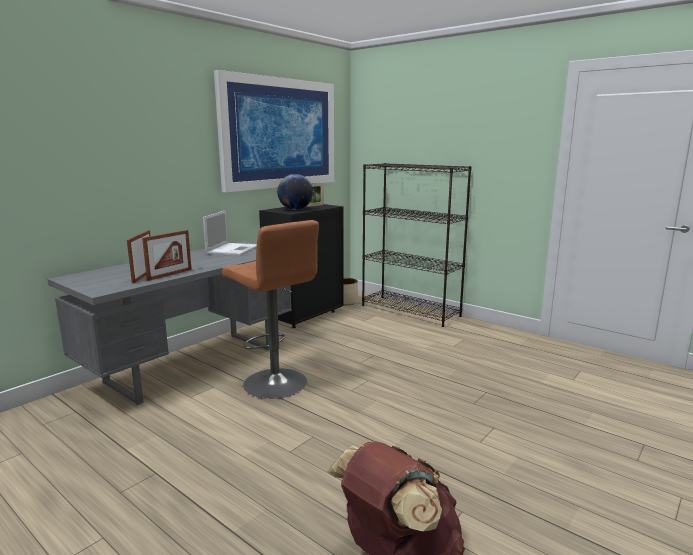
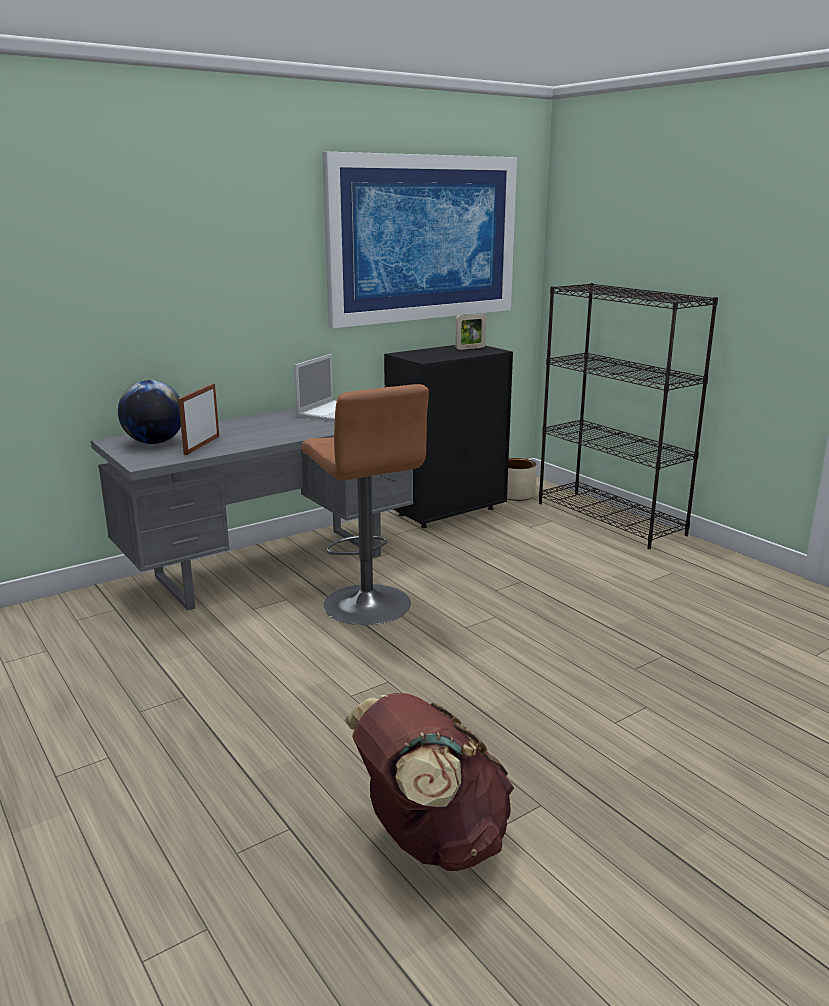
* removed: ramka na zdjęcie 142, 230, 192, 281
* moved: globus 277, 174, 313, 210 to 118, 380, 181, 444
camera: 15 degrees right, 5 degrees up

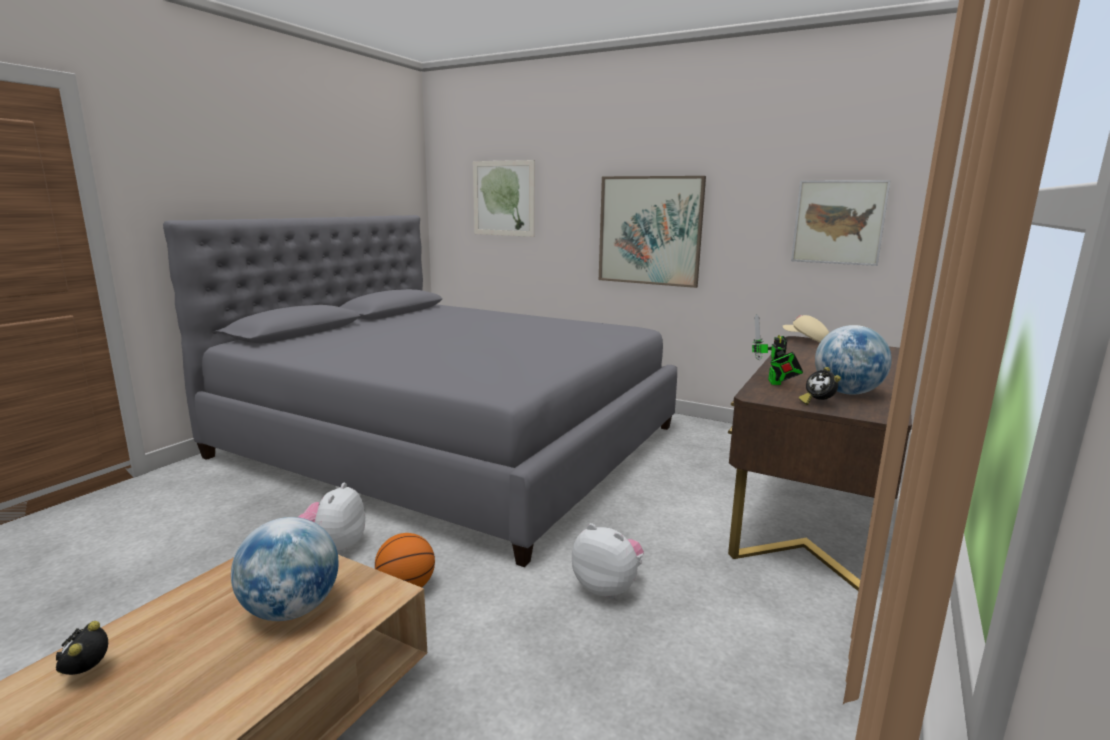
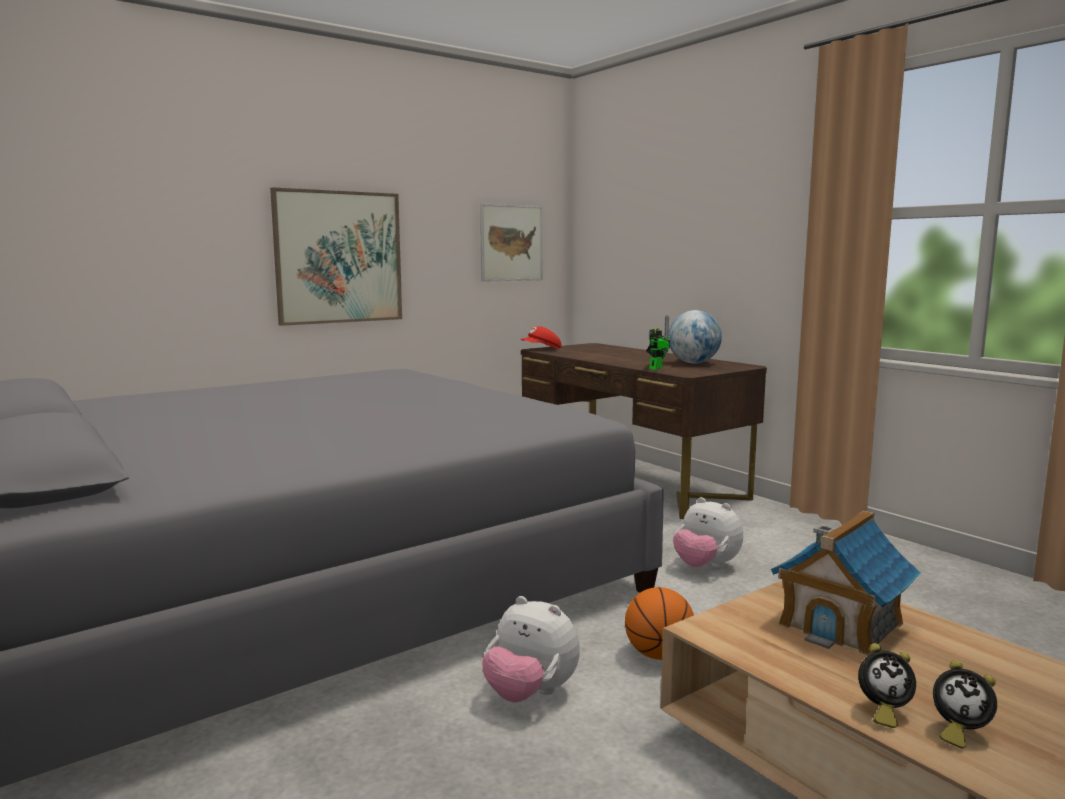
* replaced: globus 231, 517, 339, 621 to domek 771, 510, 921, 656
* removed: obraz 473, 160, 535, 237
* turned: pluszak 572, 523, 644, 599 = 673, 497, 743, 568 105 degrees counterclockwise
* turned: robot zabawkowy 752, 314, 803, 385 = 646, 315, 671, 370 90 degrees counterclockwise
* recoloured: czapka z daszkiem (beżowy) 783, 315, 829, 342 to czapka z daszkiem (czerwony) 521, 327, 561, 349
* moved: budzik 799, 367, 841, 405 to 858, 643, 916, 728
camera: 65 degrees left, 5 degrees down

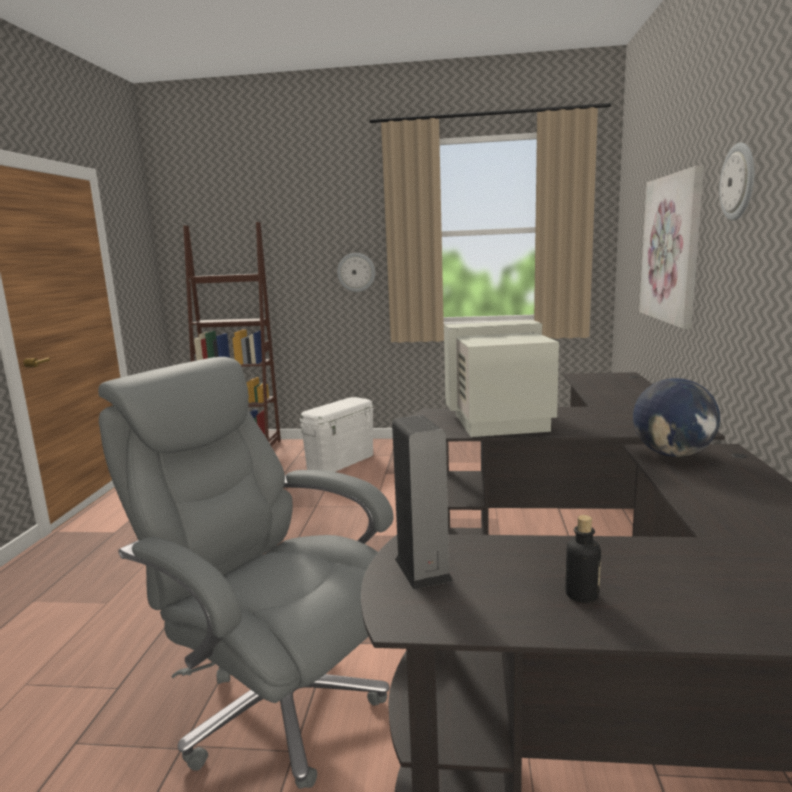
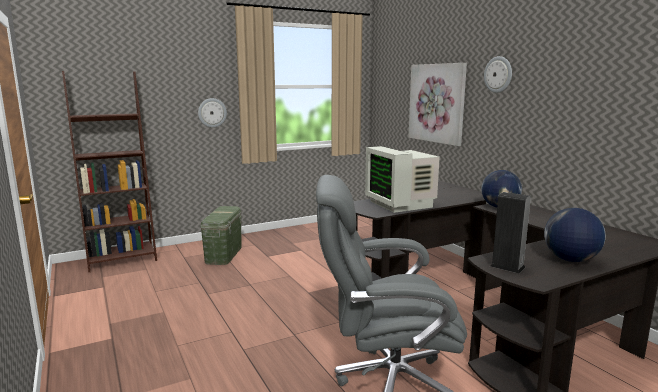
* recoloured: pojemnik do przechowywania (biały) 300, 397, 374, 472 to pojemnik do przechowywania (zielony) 200, 206, 242, 265
* turned: monitor 444, 320, 559, 437 = 365, 146, 440, 213 75 degrees counterclockwise
* replaced: butelka 565, 515, 601, 603 to globus 544, 208, 606, 262
camera: 35 degrees left, 0 degrees up

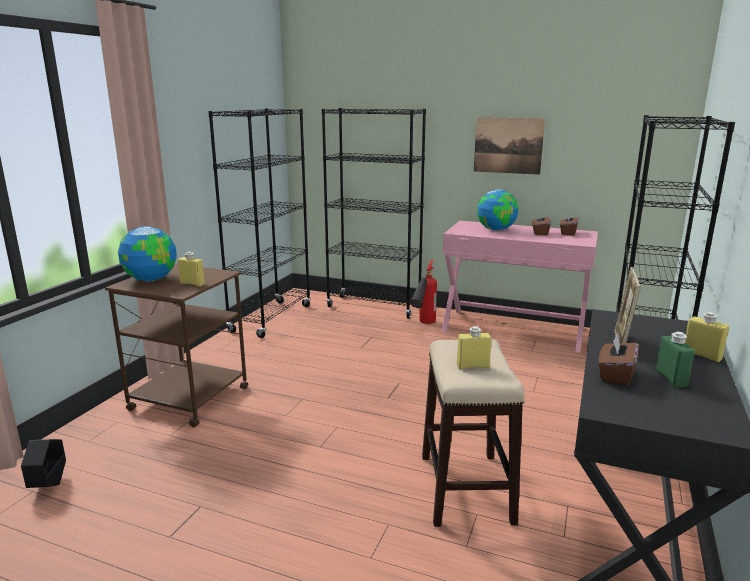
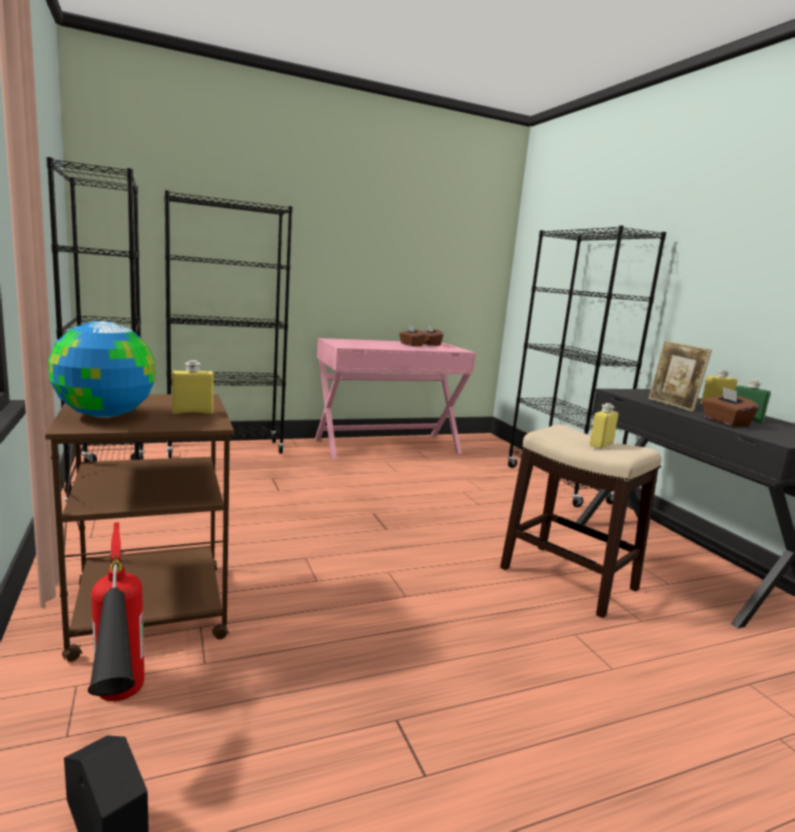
* moved: gaśnica 410, 259, 437, 324 to 88, 522, 144, 701
* removed: obraz 474, 117, 545, 175
* removed: globus 477, 189, 519, 231
camera: 45 degrees left, 5 degrees down

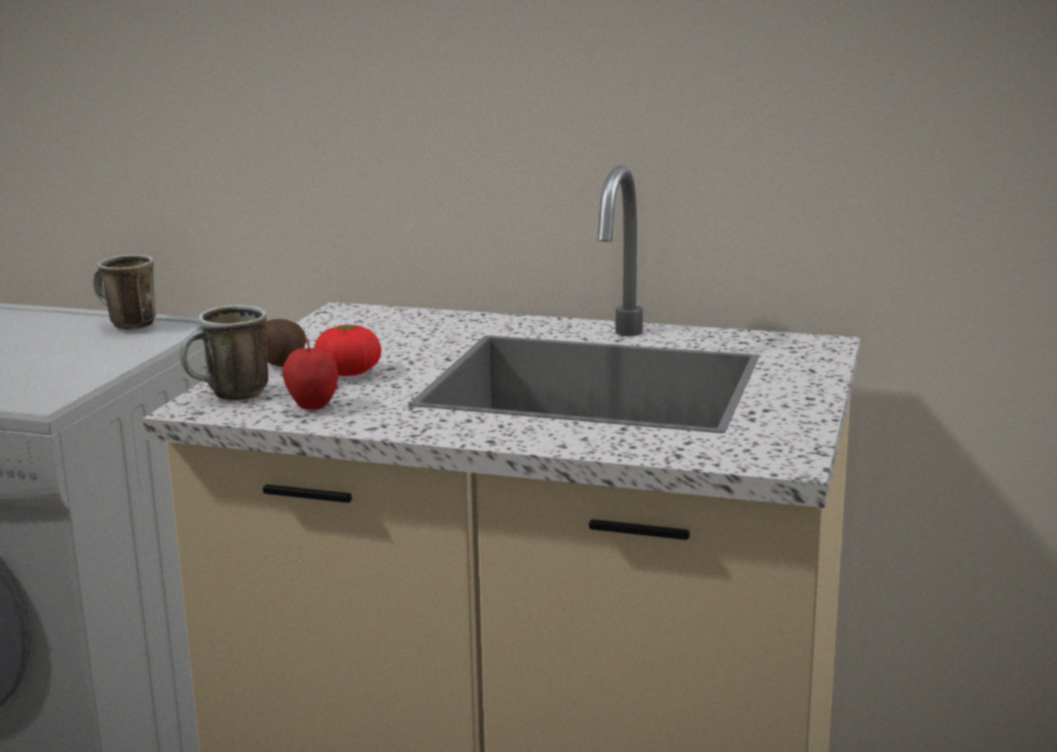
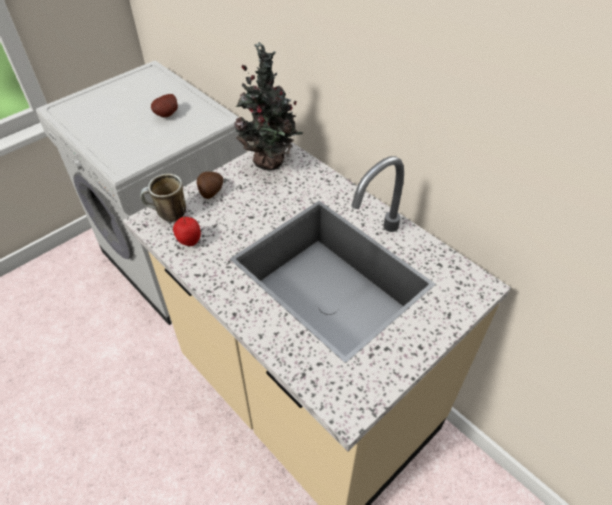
* removed: kubek 93, 255, 156, 330
* removed: pomidor 314, 324, 381, 376
* added: ziemniak 151, 94, 178, 117
* added: roślina doniczkowa 234, 42, 303, 171
camera: 30 degrees right, 30 degrees up

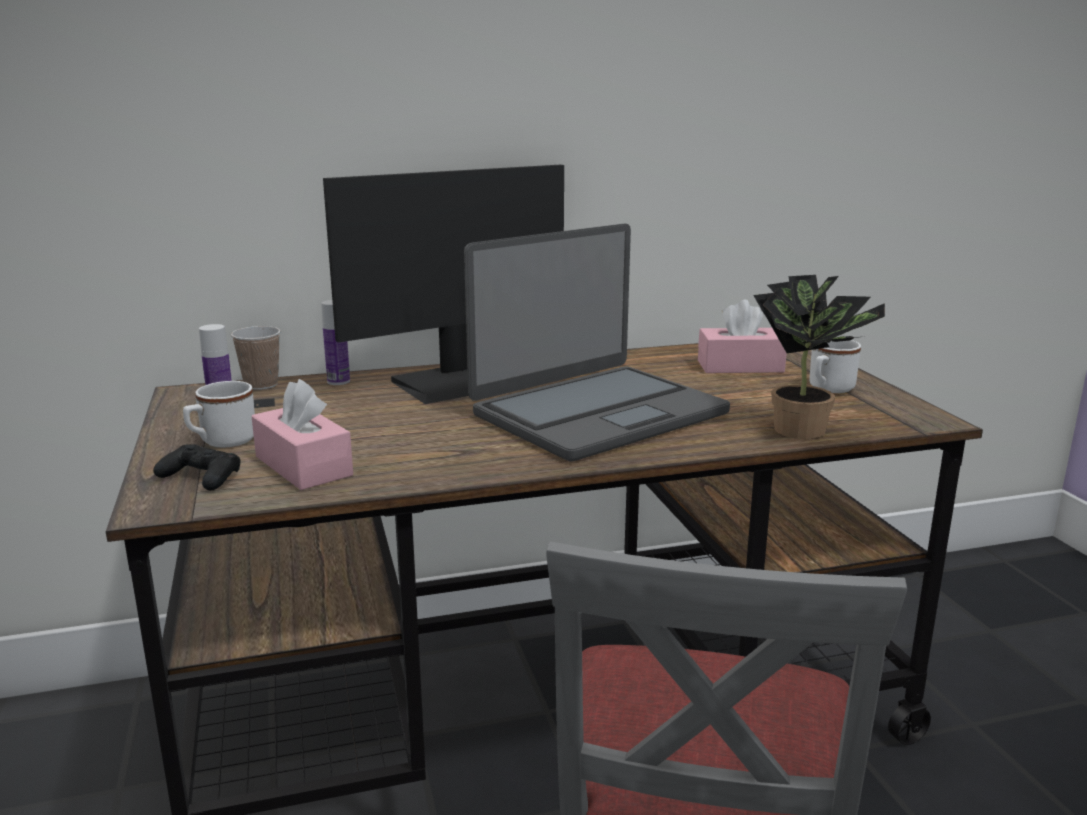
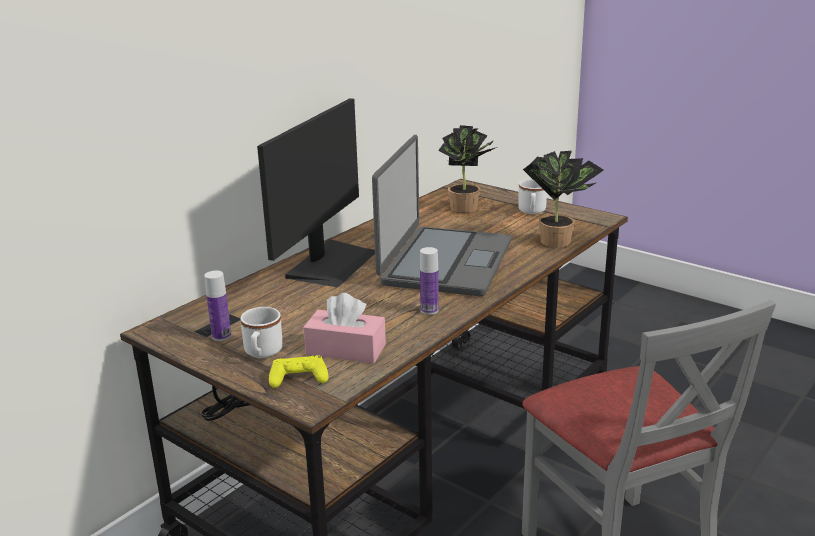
* recoloured: pad do gier (czarny) 153, 444, 240, 490 to pad do gier (żółty) 269, 355, 329, 388
* removed: filiżanka 231, 326, 281, 390
* moved: butelka 321, 300, 350, 385 to 420, 247, 439, 315
* replaced: pudełko chusteczek (różowy) 698, 299, 787, 373 to roślina doniczkowa 438, 125, 497, 213
camera: 35 degrees left, 5 degrees up

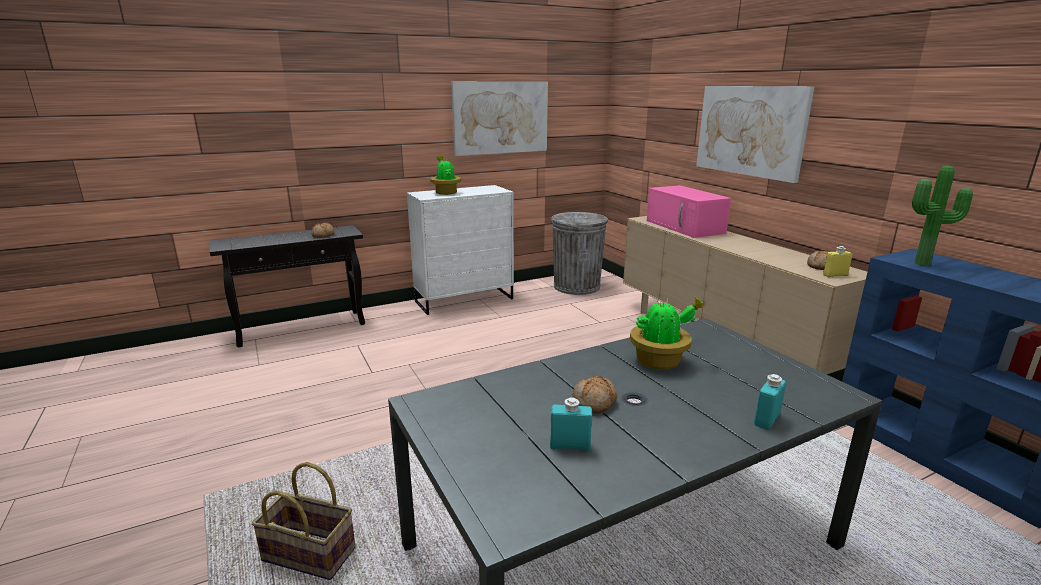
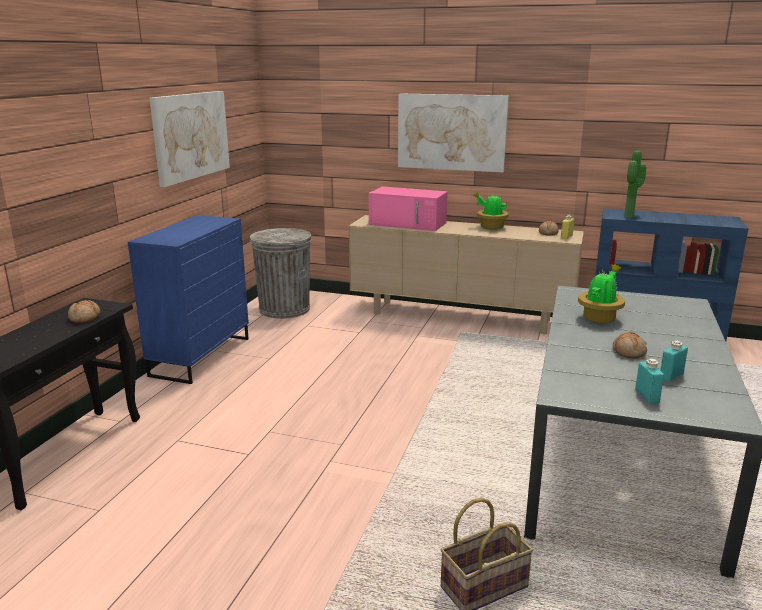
* recoloured: komoda (biały) 407, 185, 514, 315 to komoda (niebieski) 128, 215, 249, 384
* moved: roślina doniczkowa 430, 156, 461, 195 to 472, 192, 509, 230
* moved: butelka (turkusowy) 754, 374, 786, 430 to 635, 359, 664, 404
camera: 45 degrees left, 0 degrees up

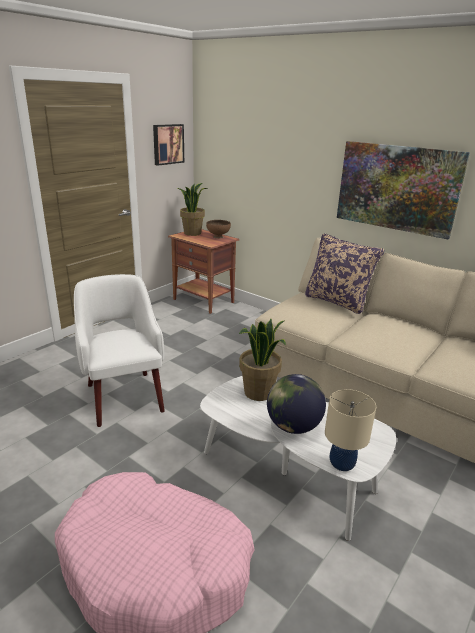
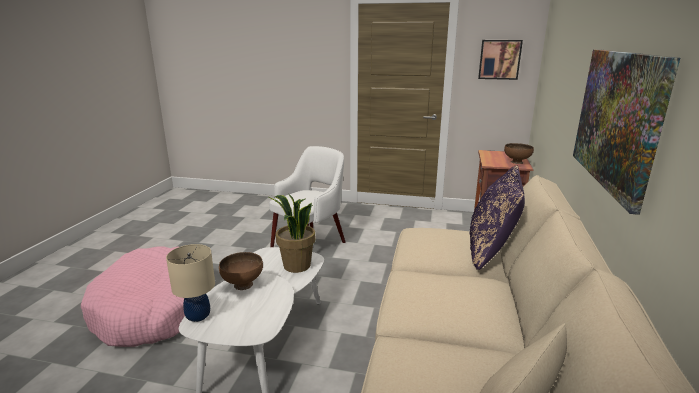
* removed: roślina doniczkowa 178, 183, 207, 236
* replaced: globus 267, 374, 326, 434 to miska (brązowy) 219, 252, 263, 290
camera: 65 degrees right, 5 degrees down

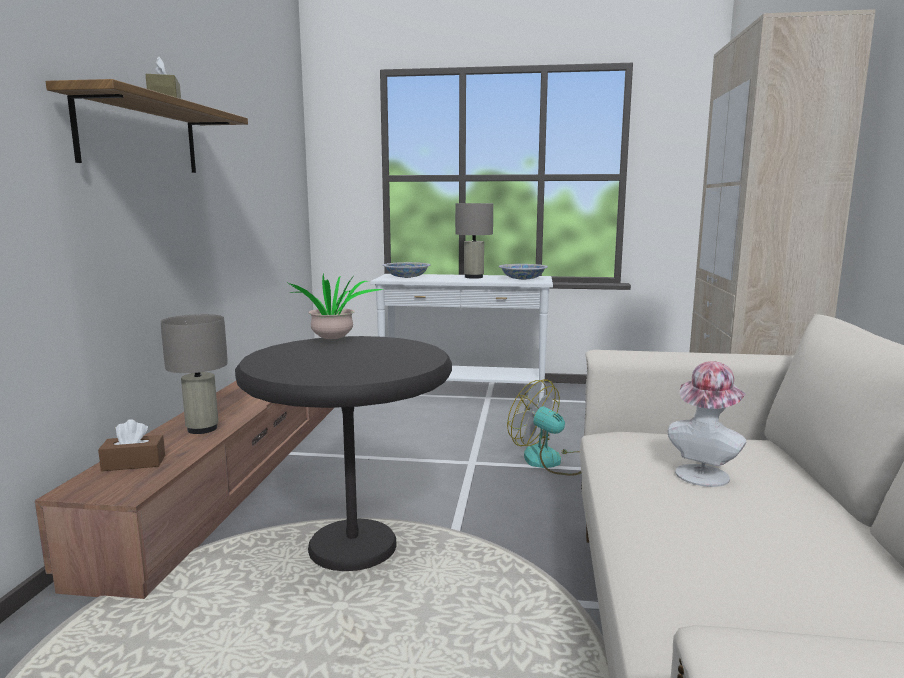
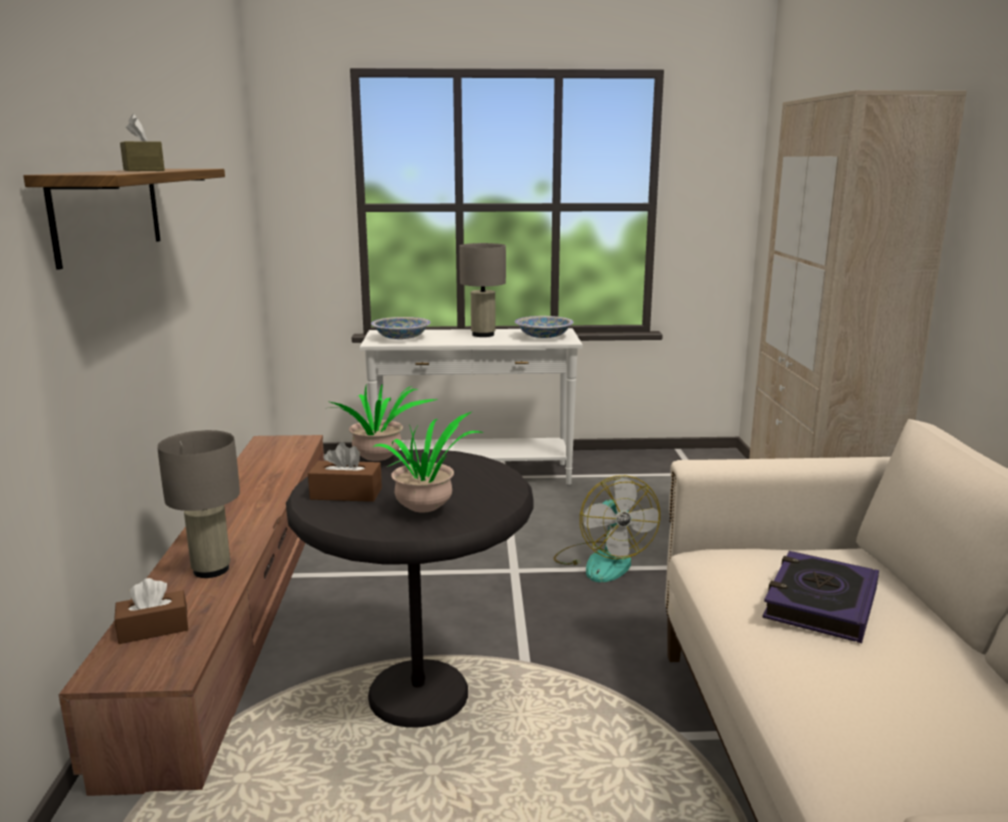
* turned: wentylator 507, 380, 582, 476 = 553, 475, 660, 582 135 degrees counterclockwise
* replaced: kapelusz 668, 361, 747, 487 to książka 762, 551, 879, 643
* added: pudełko chusteczek (brązowy) 308, 442, 382, 502
* added: roślina doniczkowa 373, 411, 484, 512
camera: 10 degrees left, 5 degrees up

